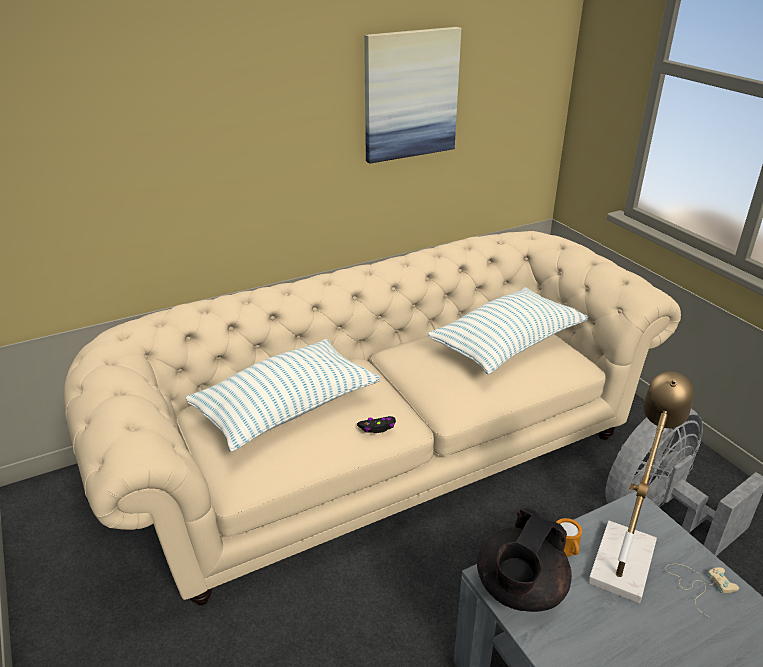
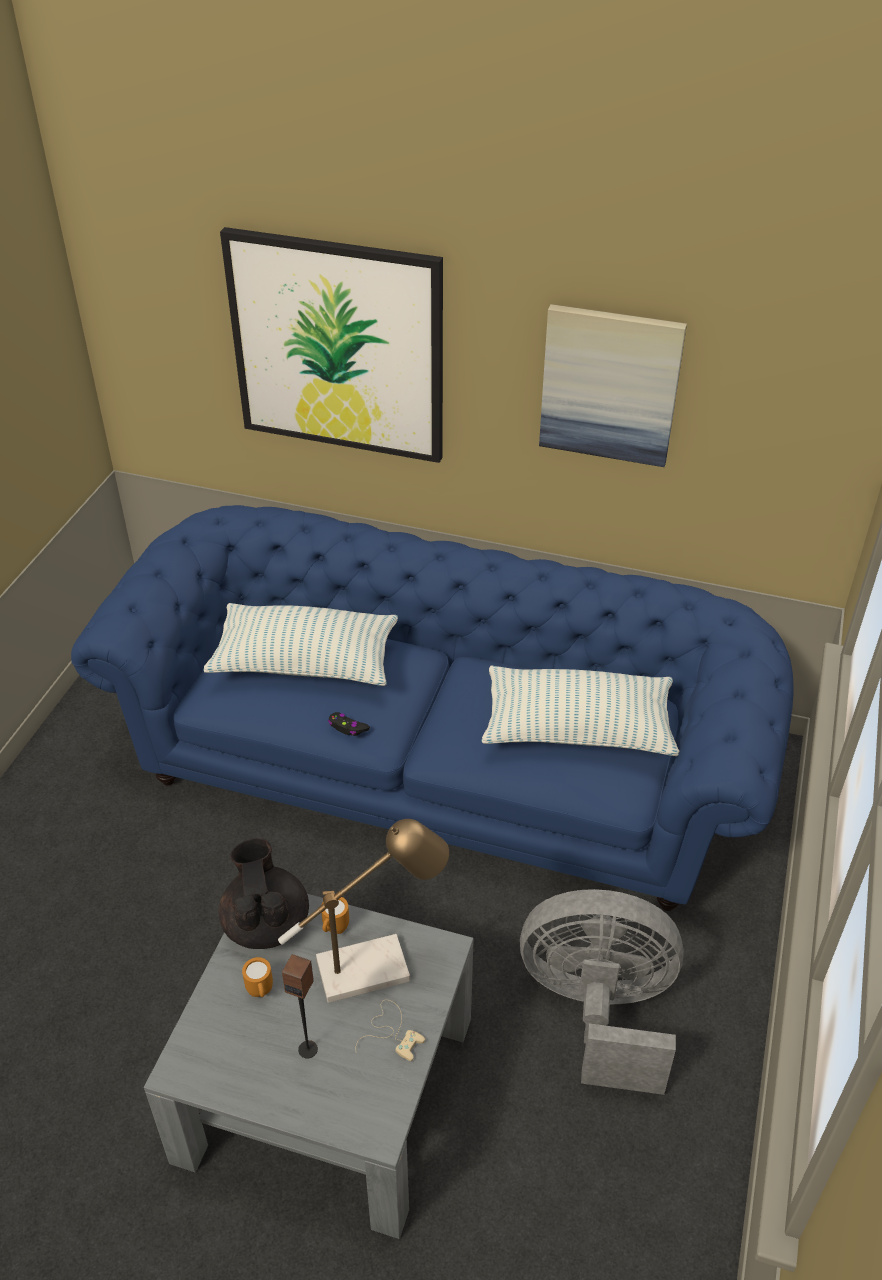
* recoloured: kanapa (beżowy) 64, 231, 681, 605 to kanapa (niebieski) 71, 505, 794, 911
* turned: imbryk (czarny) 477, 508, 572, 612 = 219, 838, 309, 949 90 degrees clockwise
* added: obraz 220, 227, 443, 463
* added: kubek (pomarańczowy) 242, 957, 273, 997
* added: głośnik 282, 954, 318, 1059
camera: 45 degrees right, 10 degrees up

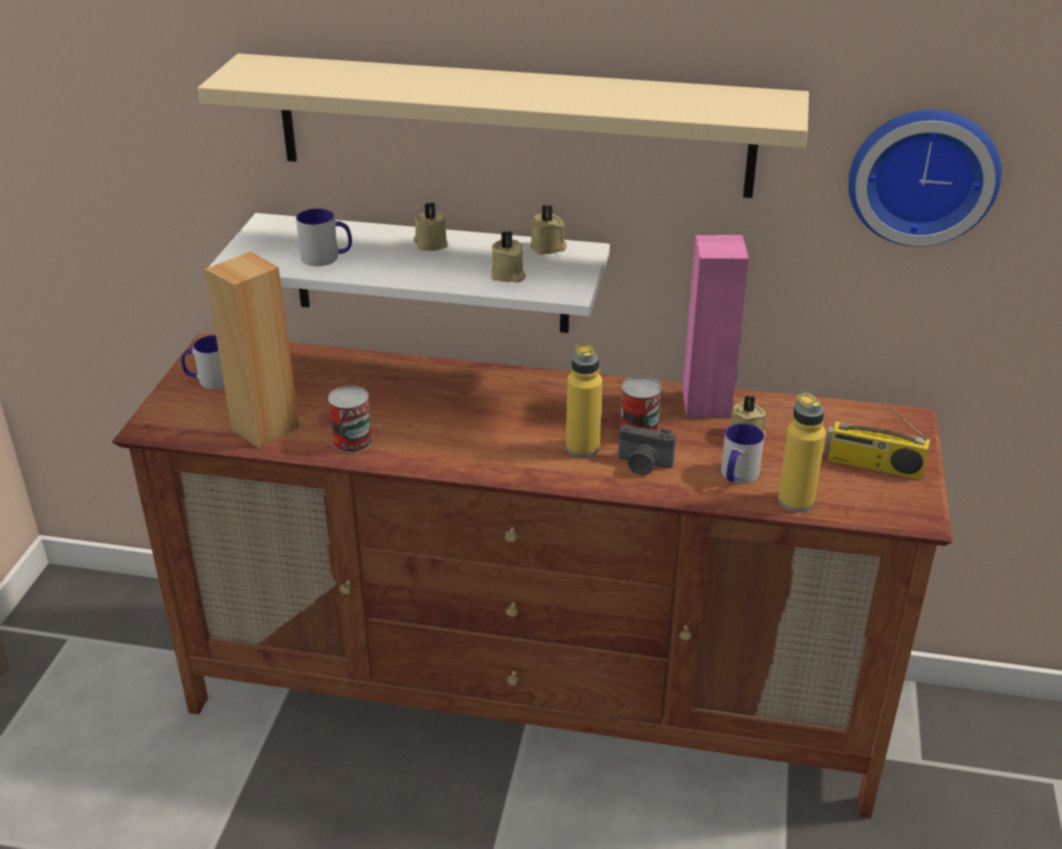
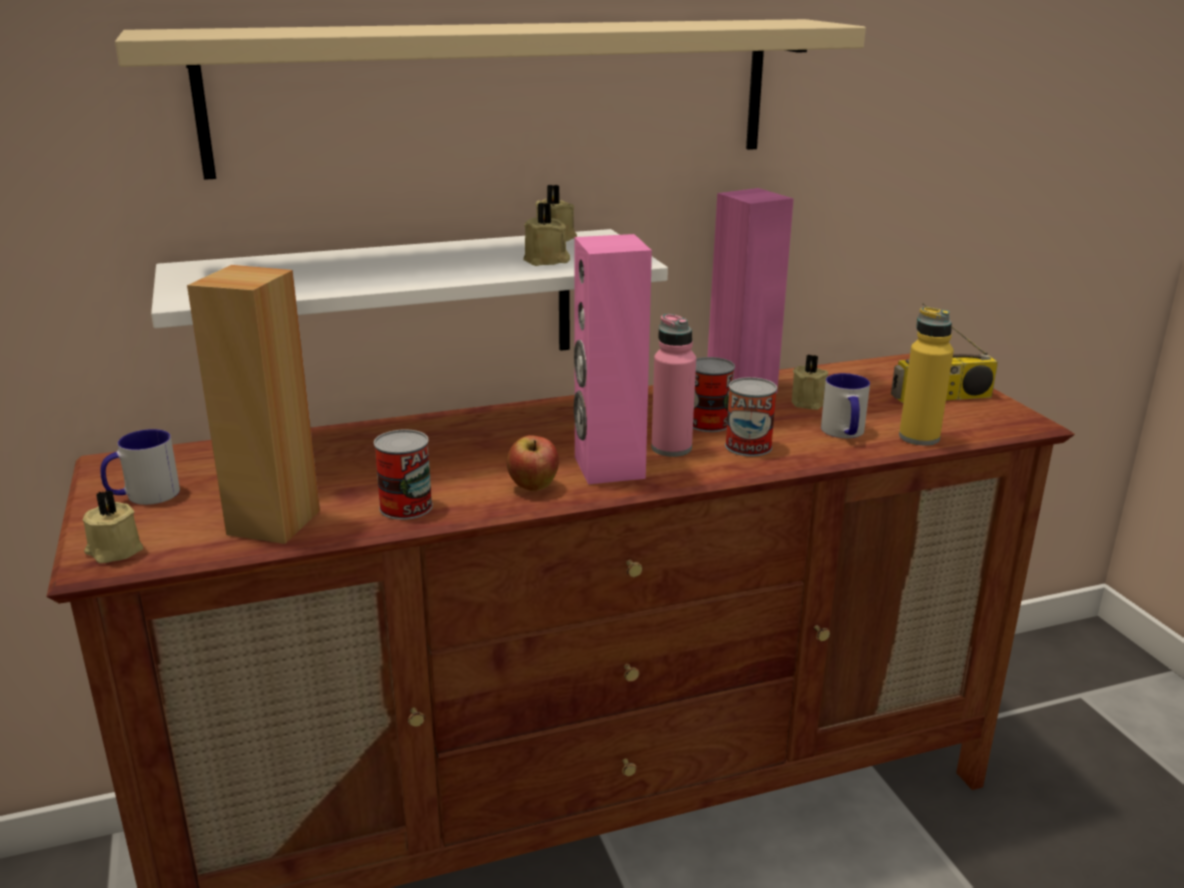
* removed: kubek 296, 209, 352, 266
* moved: świeca (beżowy) 413, 202, 448, 251 to 82, 490, 143, 563
* recoloured: butelka (żółty) 566, 343, 602, 458 to butelka (różowy) 651, 314, 696, 457
* replaced: aparat fotograficzny 618, 424, 676, 475 to puszka 725, 377, 777, 457
* removed: zegar ścienny 848, 110, 1002, 247
* added: jabłko 506, 435, 559, 491
* added: głośnik (różowy) 574, 234, 652, 484
camera: 30 degrees left, 10 degrees down

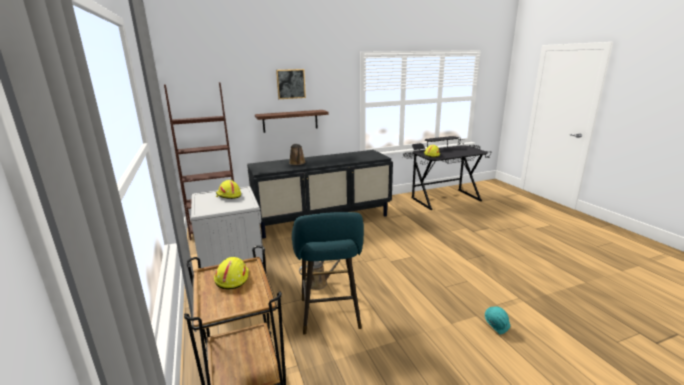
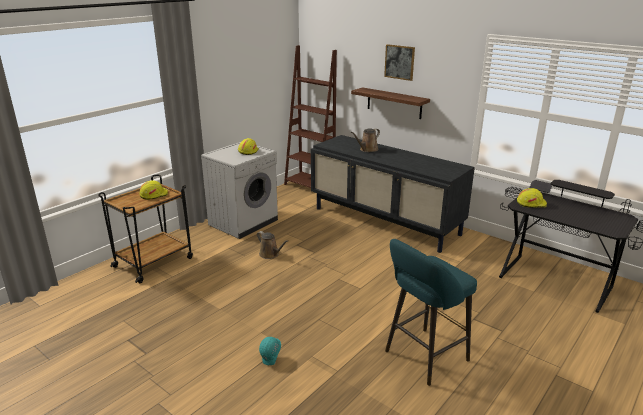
* moved: stołek (turkusowy) 292, 212, 364, 335 to 385, 239, 477, 386
camera: 60 degrees right, 5 degrees up

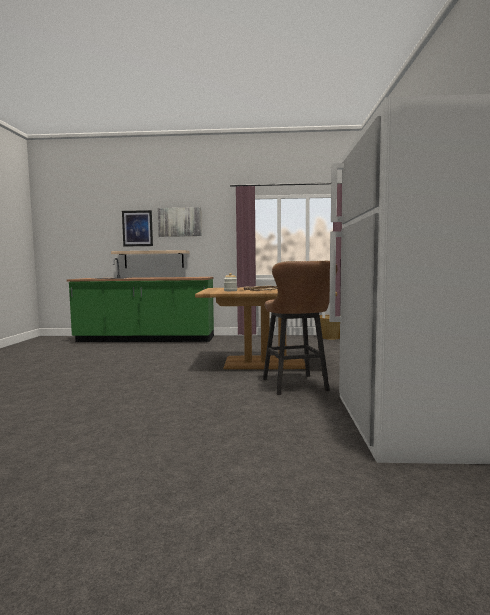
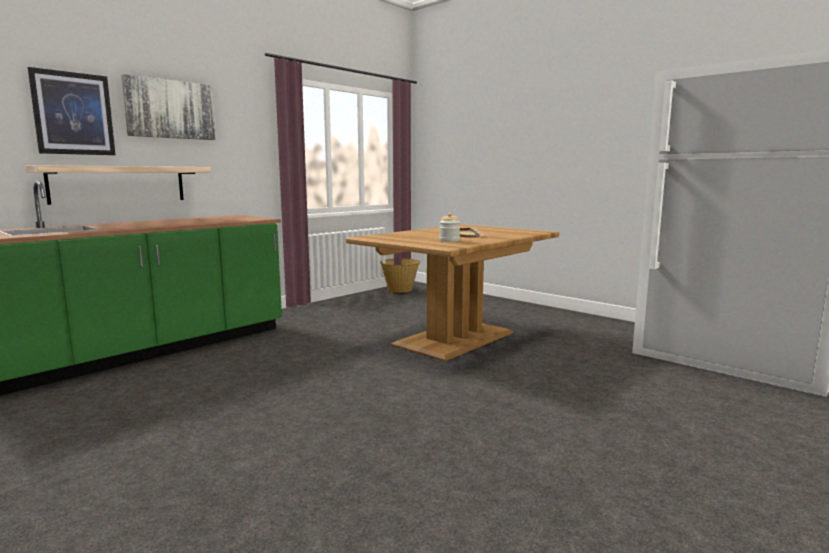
* removed: stołek (brązowy) 263, 261, 338, 395
camera: 50 degrees left, 5 degrees up

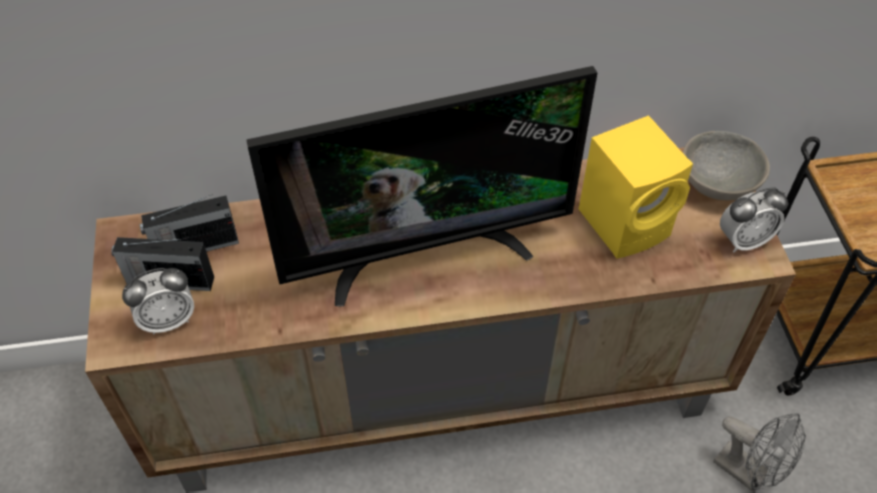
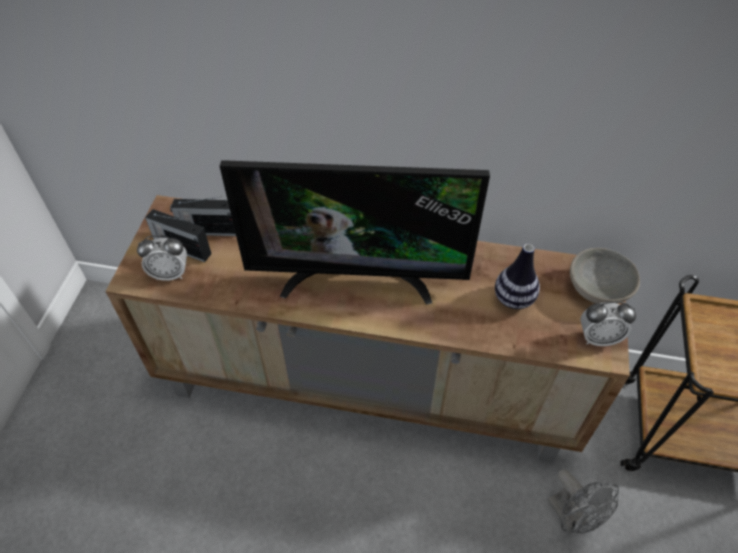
* replaced: głośnik (żółty) 579, 115, 693, 259 to wazon 495, 244, 540, 309
camera: 20 degrees right, 0 degrees up

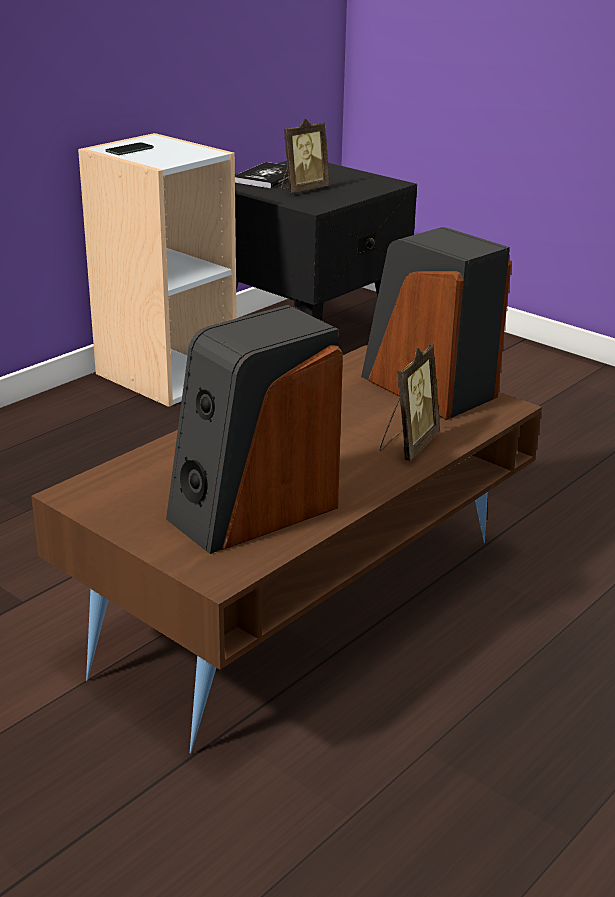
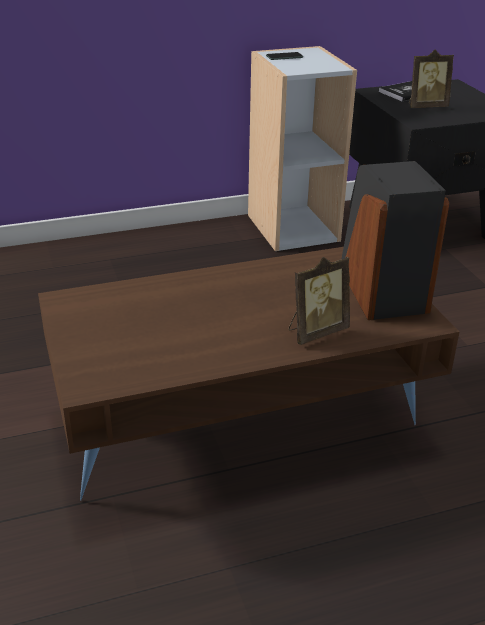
* removed: głośnik 166, 305, 343, 554
camera: 30 degrees right, 5 degrees up

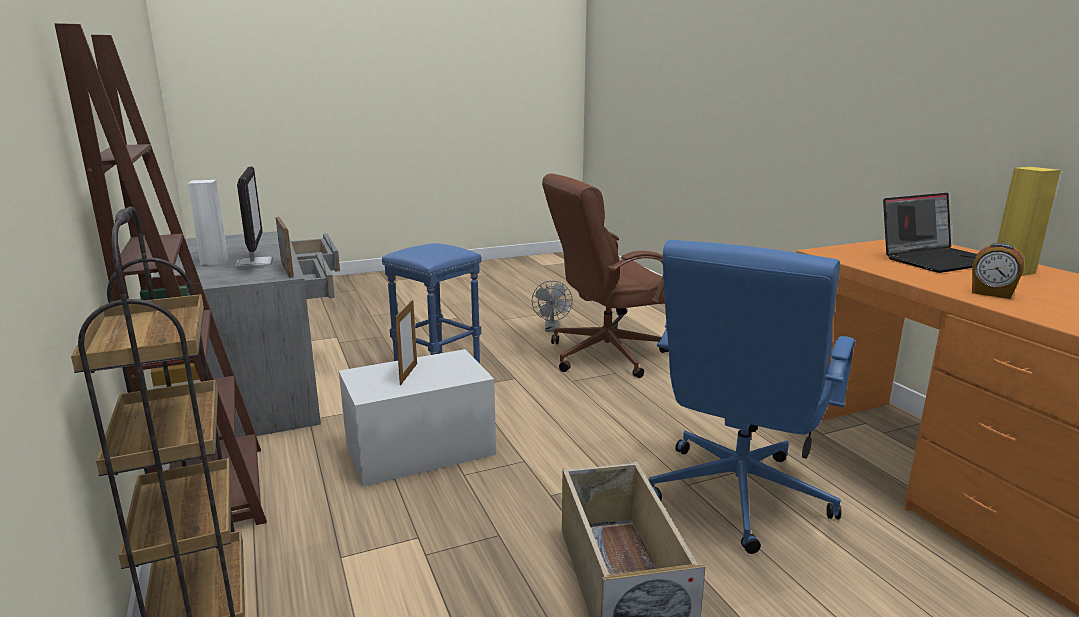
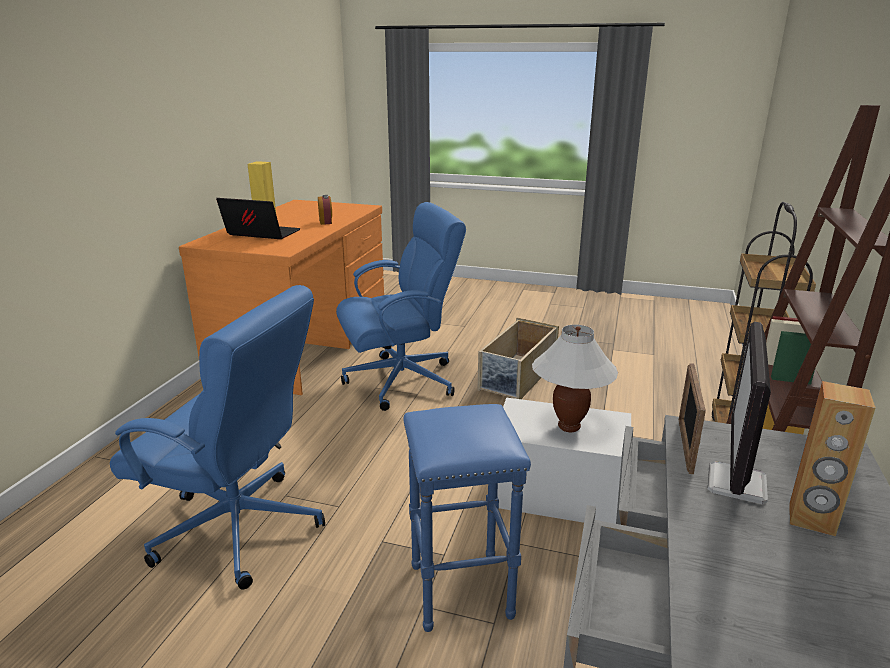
* recoloured: głośnik (biały) 188, 180, 228, 266 to głośnik (brązowy) 789, 381, 876, 537
* replaced: ramka na zdjęcie 395, 300, 417, 385 to lampa stołowa (biały) 532, 324, 618, 432
* removed: wentylator (szary) 532, 281, 573, 332
* recoloured: krzesło biurowe (brązowy) 542, 174, 669, 378 to krzesło biurowe (niebieski) 110, 285, 325, 589
camera: 140 degrees left, 5 degrees up

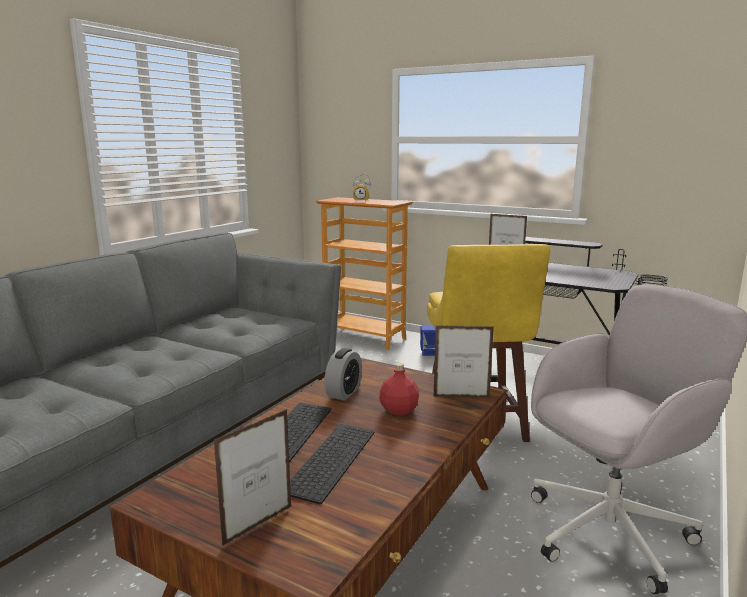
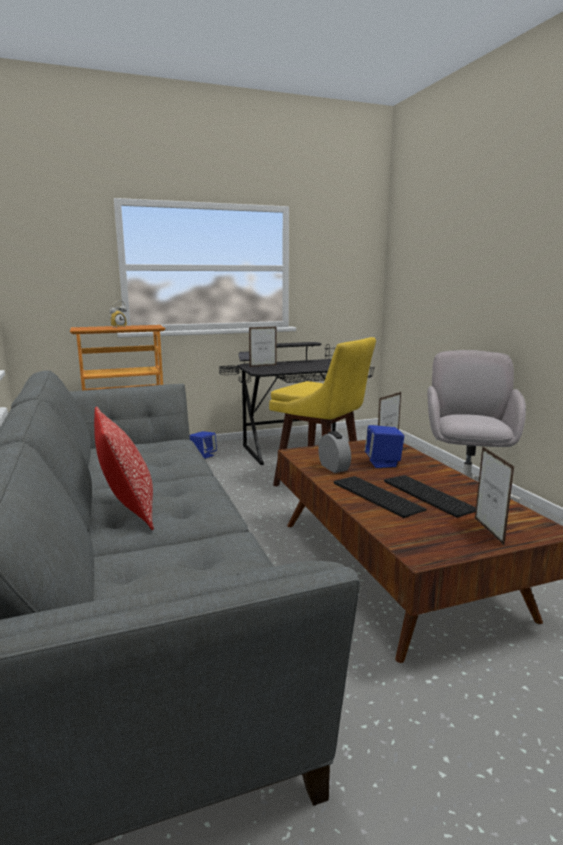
* replaced: butelka (czerwony) 379, 363, 419, 415 to głośnik (niebieski) 365, 425, 404, 468
* added: poduszka 94, 406, 154, 530
camera: 50 degrees left, 0 degrees up

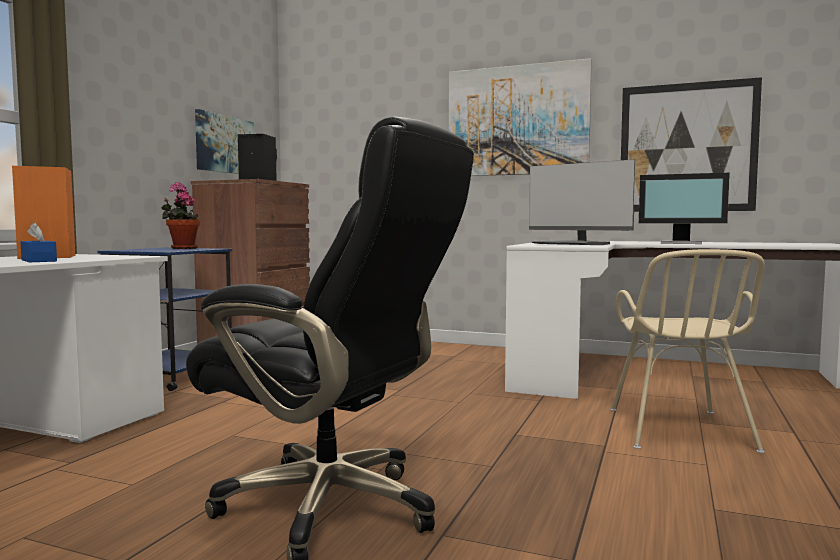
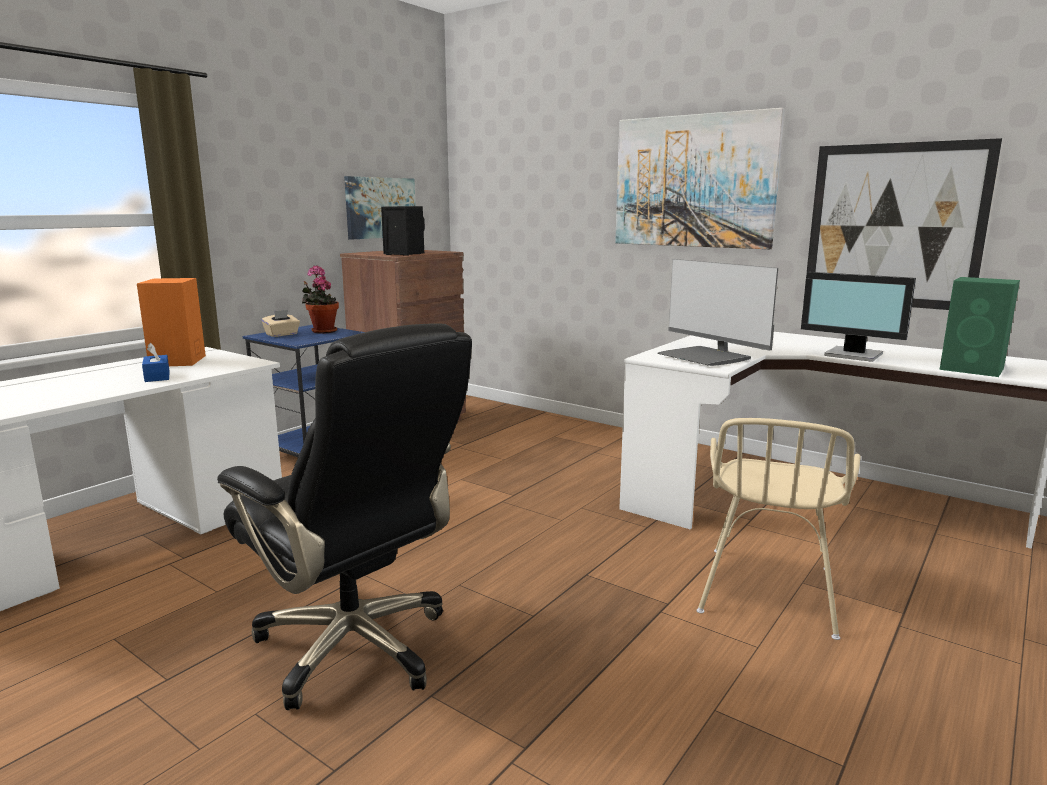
* added: pudełko chusteczek (beżowy) 261, 310, 300, 337
* added: głośnik (zielony) 940, 277, 1020, 377
camera: 15 degrees right, 10 degrees up

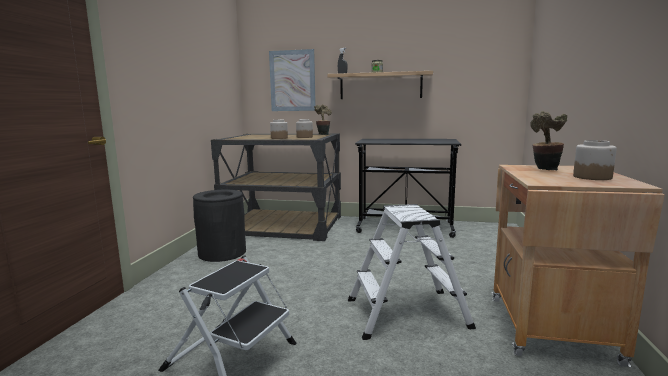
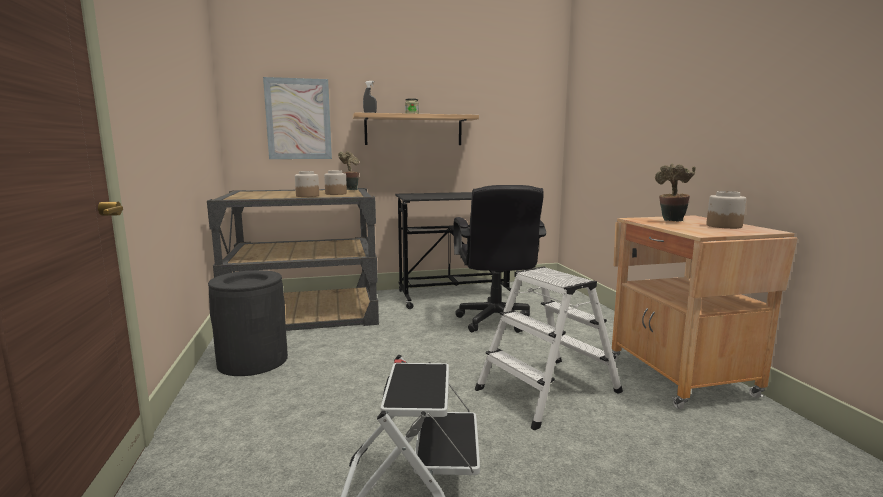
* added: krzesło biurowe (czarny) 454, 185, 546, 333
camera: 25 degrees left, 0 degrees up

